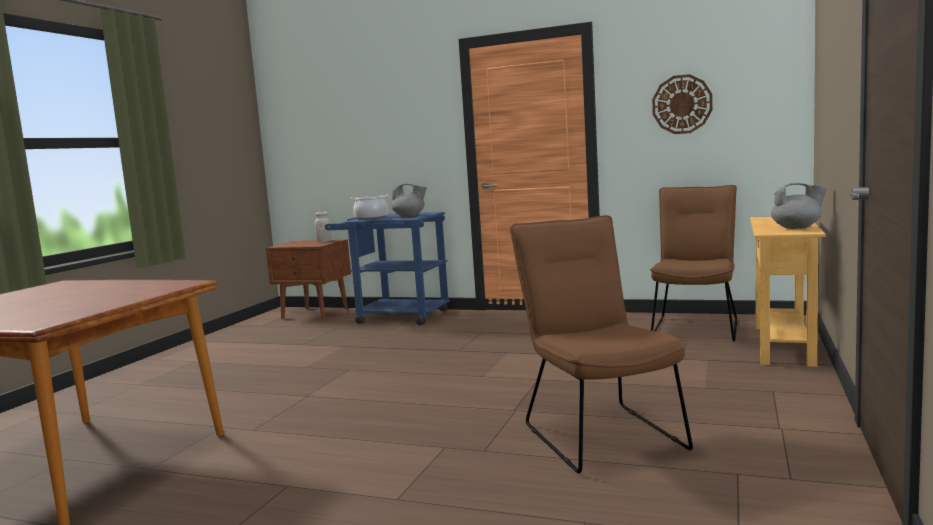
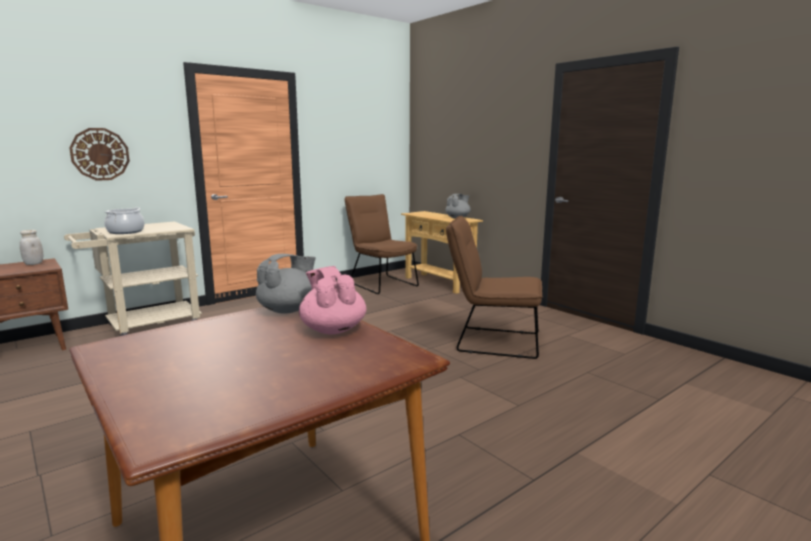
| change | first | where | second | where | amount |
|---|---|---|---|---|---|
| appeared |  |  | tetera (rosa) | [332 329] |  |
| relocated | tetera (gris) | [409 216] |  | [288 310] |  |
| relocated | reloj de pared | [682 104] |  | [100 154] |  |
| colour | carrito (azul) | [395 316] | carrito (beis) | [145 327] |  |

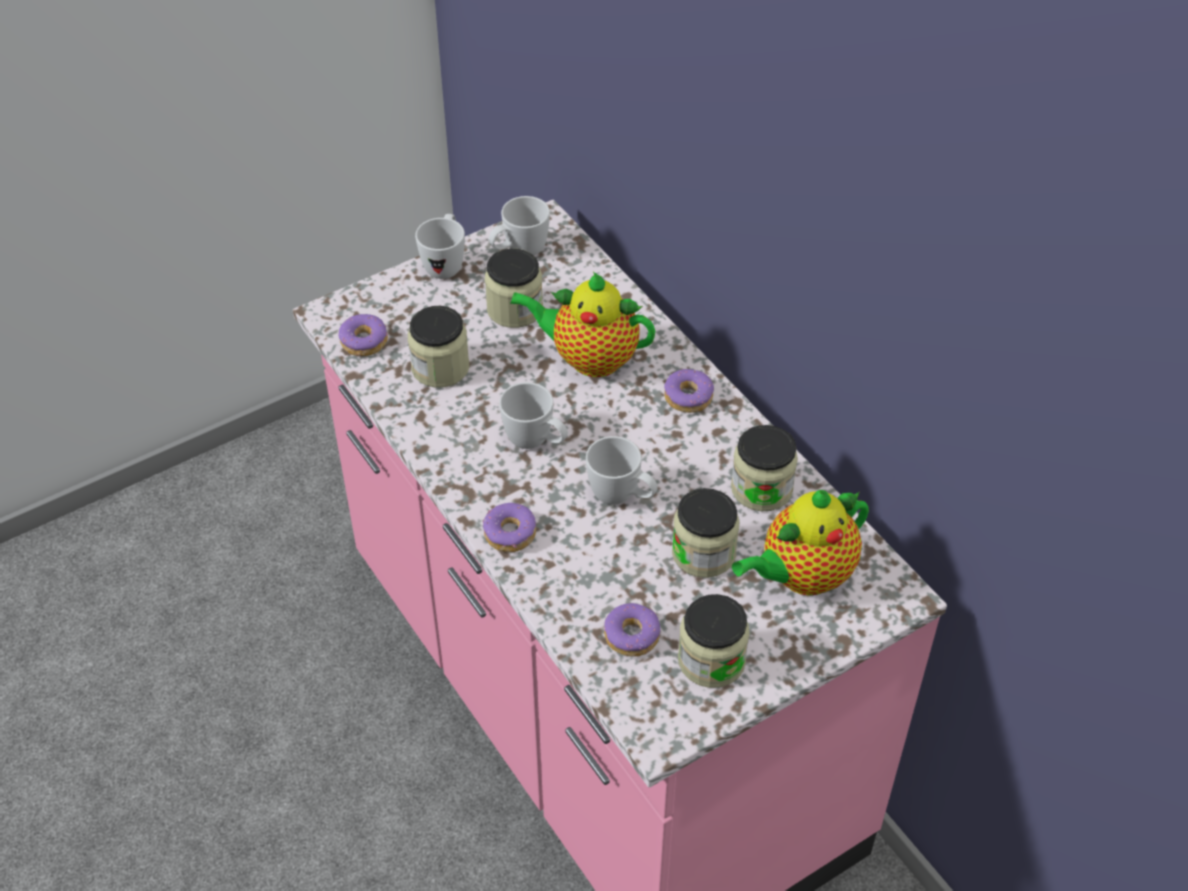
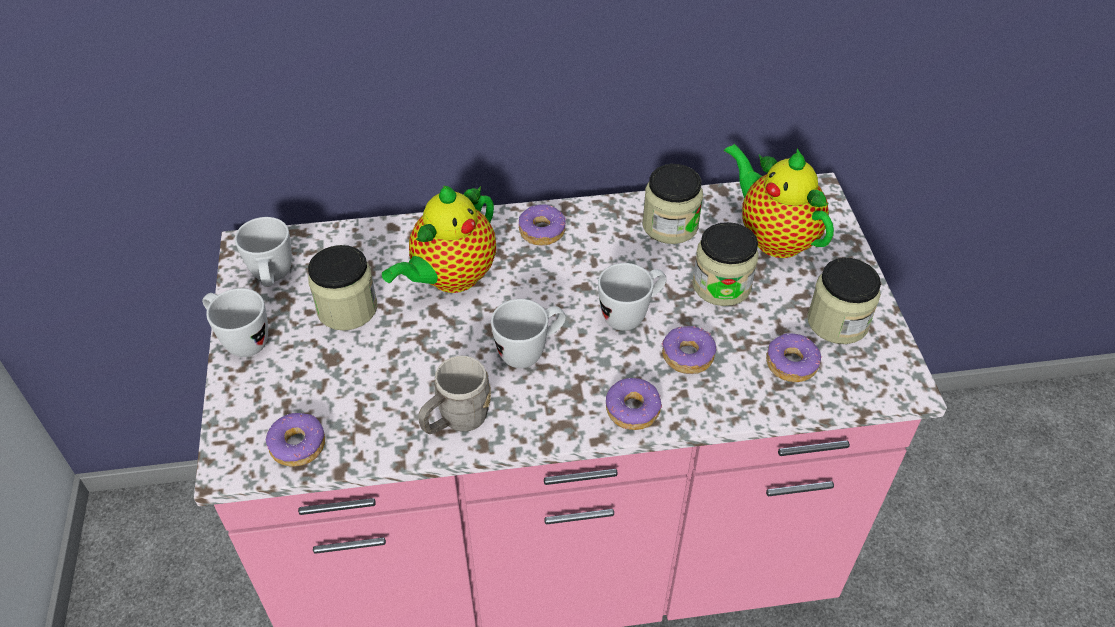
| change | first | where | second | where | amount |
|---|---|---|---|---|---|
| missing | tarro | [440 367] |  |  |  |
| appeared |  |  | taza grande (gris) | [456 421] |  |
| appeared |  |  | rosquilla | [687 356] |  |
| spun | tetera | [802 576] |  | [773 237] | 150 degrees clockwise |

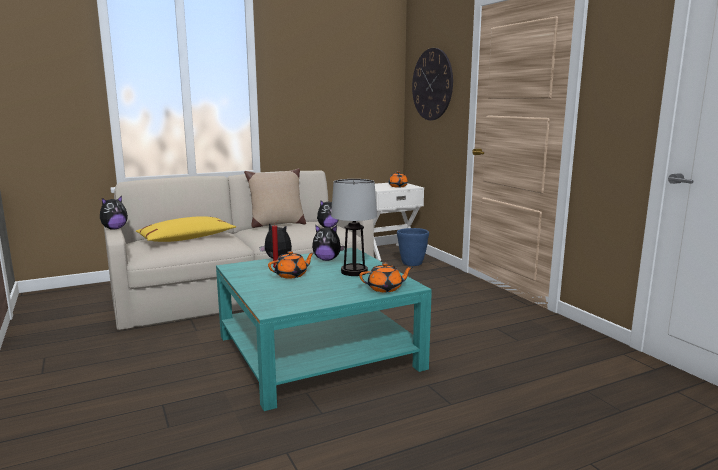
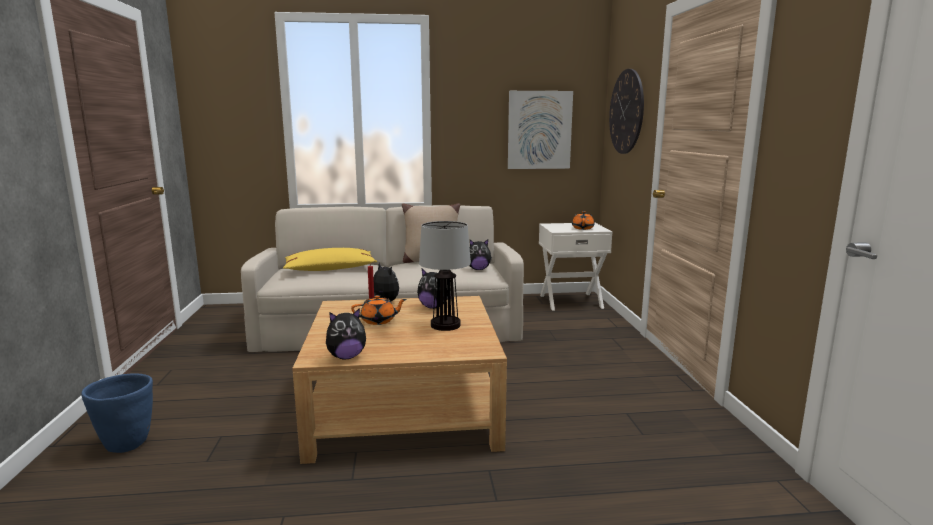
| change | first | where | second | where | amount |
|---|---|---|---|---|---|
| missing | tetera (naranja) | [385 288] |  |  |  |
| appeared |  |  | cuadro | [539 130] |  |
| relocated | peluche | [114 229] |  | [346 357] |  |
| relocated | maceta (azul) | [412 264] |  | [127 443] |  |
| colour | mesa de centro (turquesa) | [318 352] | mesa de centro (beis) | [404 407] |  |

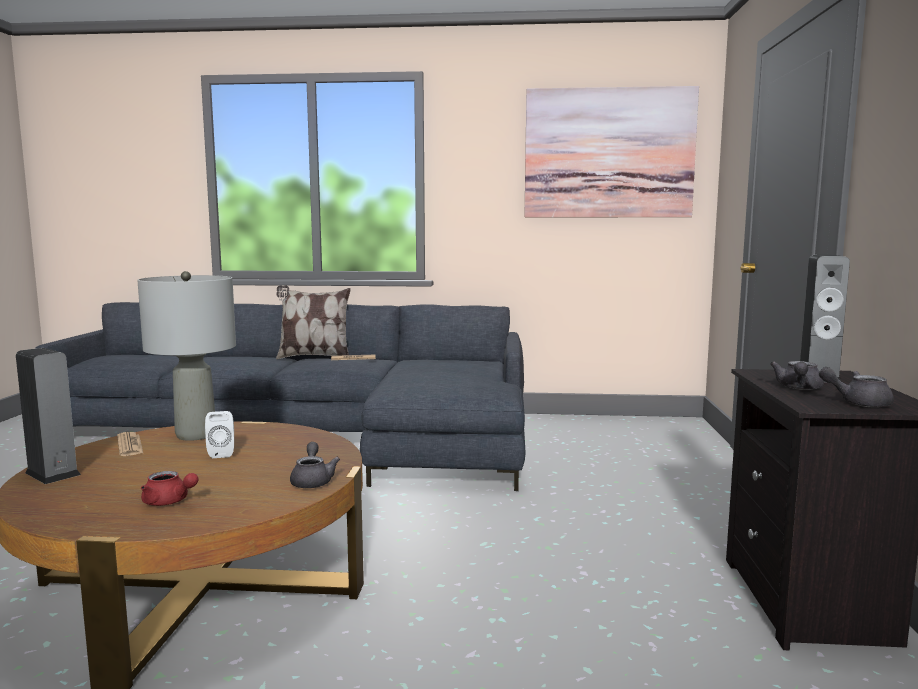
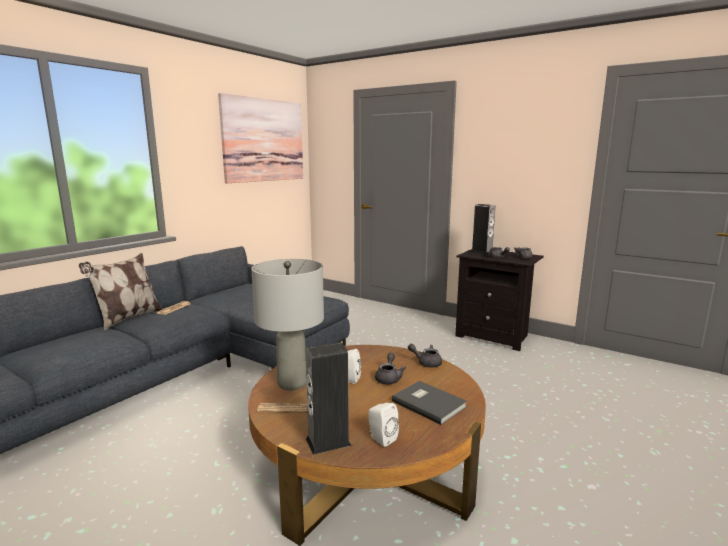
| change | first | where | second | where | amount |
|---|---|---|---|---|---|
| appeared |  |  | altavoz (blanco) | [381 438] |  |
| appeared |  |  | tetera (gris) | [389 378] |  |
| exchanged | tetera (rojo) | [169 502] | libro (gris) | [429 403] |  |

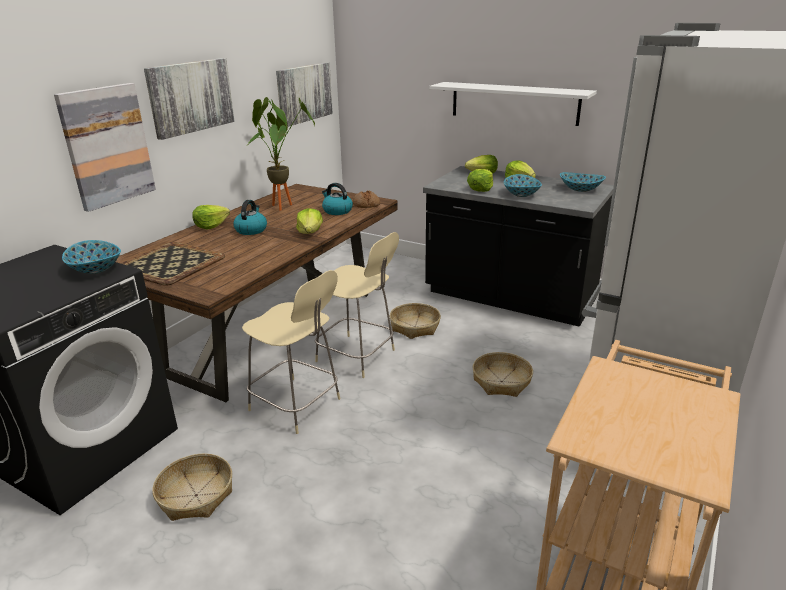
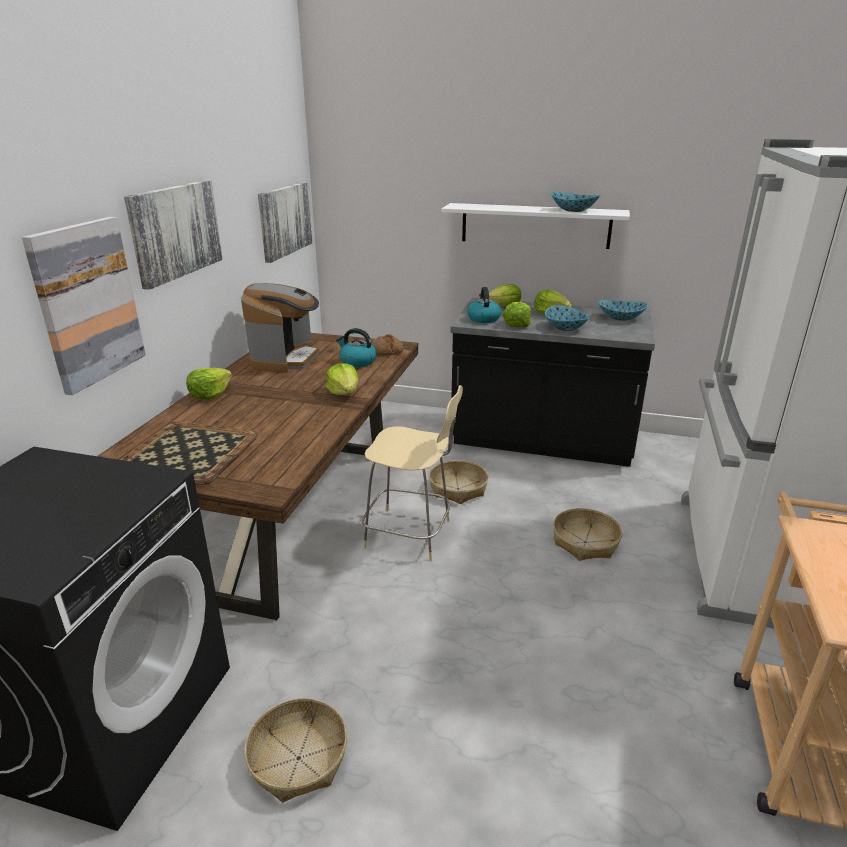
| change | first | where | second | where | amount |
|---|---|---|---|---|---|
| missing | silla (beis) | [297 406] |  |  |  |
| relocated | cuenco | [95 269] |  | [573 210] |  |
| relocated | hervidor | [251 230] |  | [483 319] |  |
| exchanged | planta en maceta | [283 205] | cafetera | [285 359] |  |

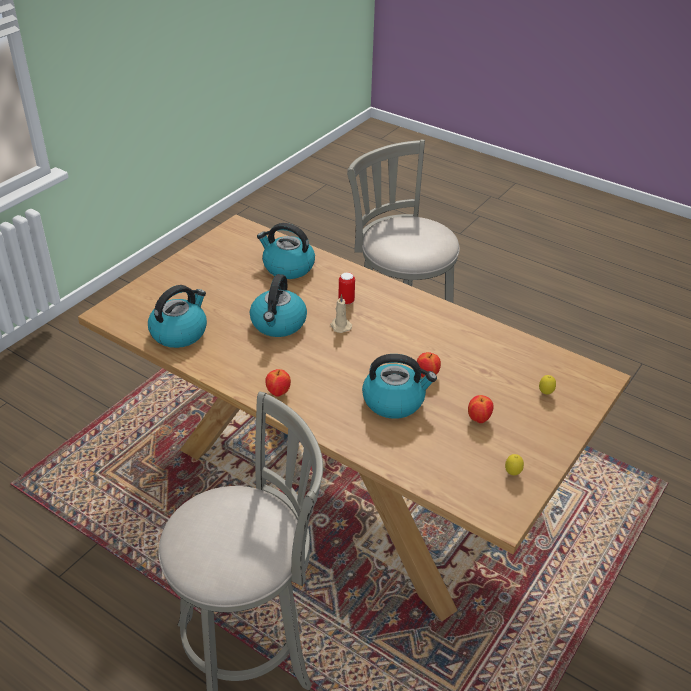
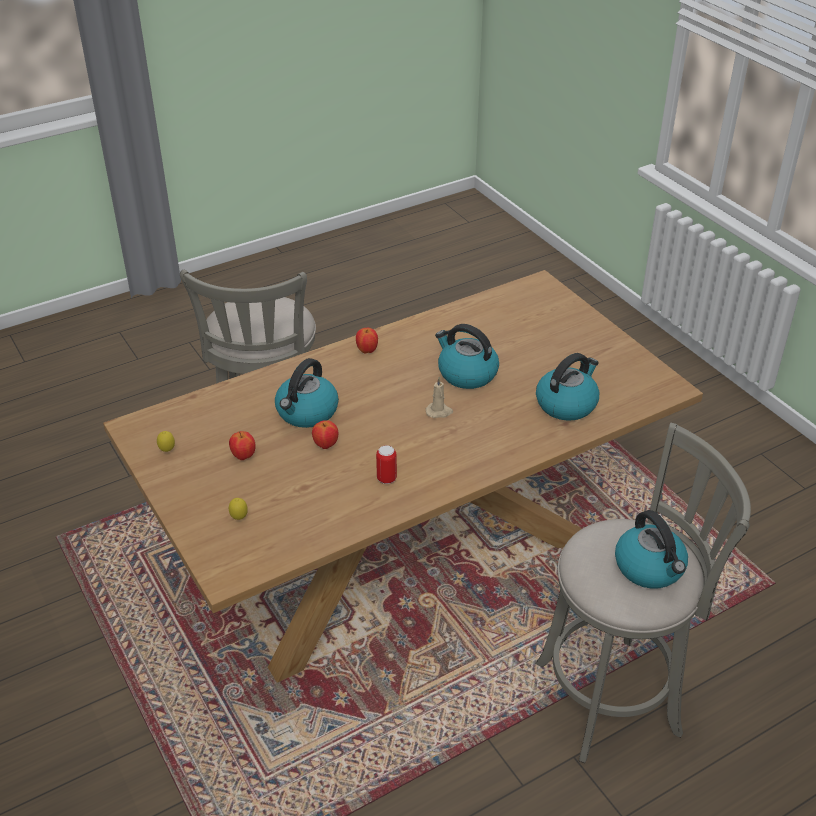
| change | first | where | second | where | amount |
|---|---|---|---|---|---|
| relocated | hervidor | [179 332] |  | [650 568] |  |
| relocated | lata | [346 301] |  | [386 478] |  |

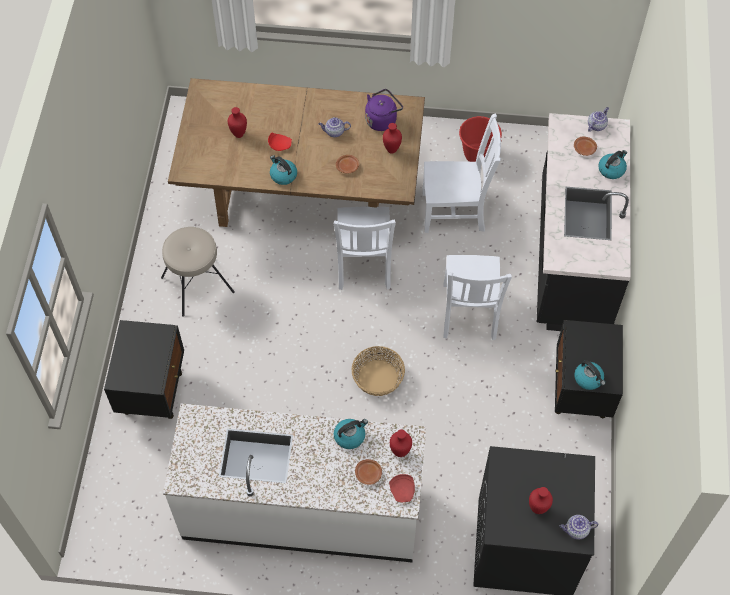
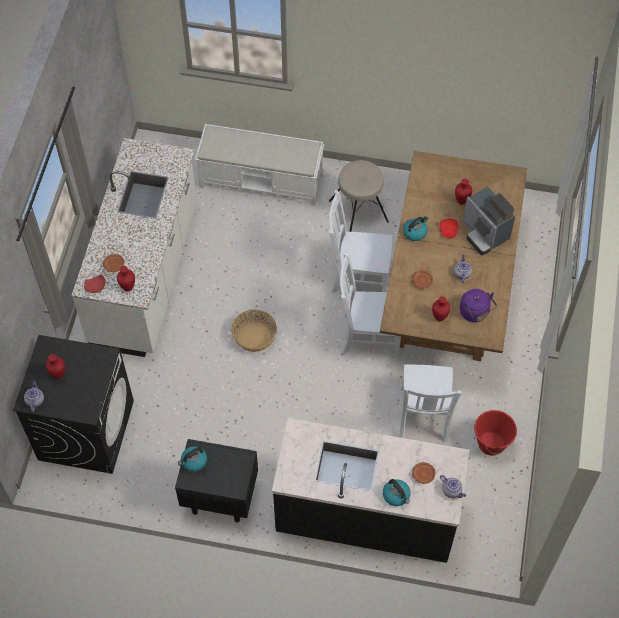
| change | first | where | second | where | amount |
|---|---|---|---|---|---|
| missing | hervidor | [350 436] |  |  |  |
| appeared |  |  | cafetera | [484 233] |  |
| relocated | silla (blanco) | [469 314] |  | [358 275] |  |
| exchanged | mesita de noche (negro) | [153 391] | banco (blanco) | [262 180] |  |

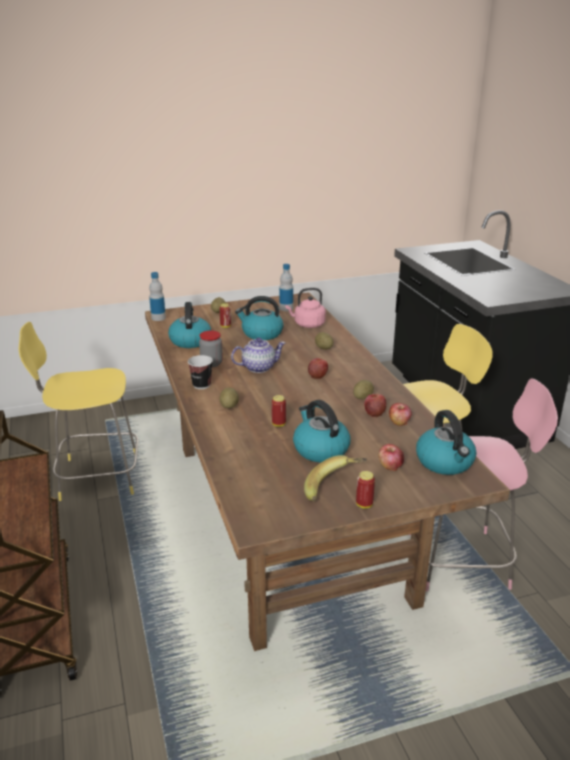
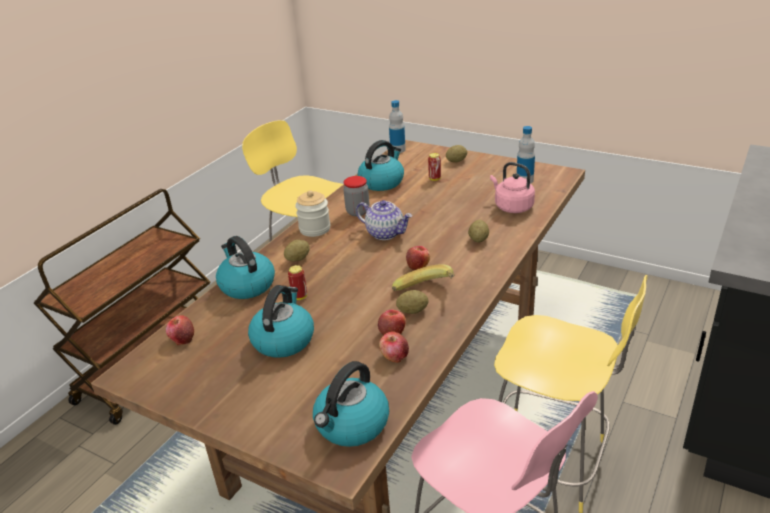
| change | first | where | second | where | amount |
|---|---|---|---|---|---|
| missing | lata | [364 504] |  |  |  |
| relocated | hervidor | [261 334] |  | [246 285] |  |
| relocated | plátano | [334 489] |  | [426 292] |  |
| relocated | manzana | [390 466] |  | [182 339] |  |
| exchanged | taza | [201 385] | tarro | [315 229] |  |

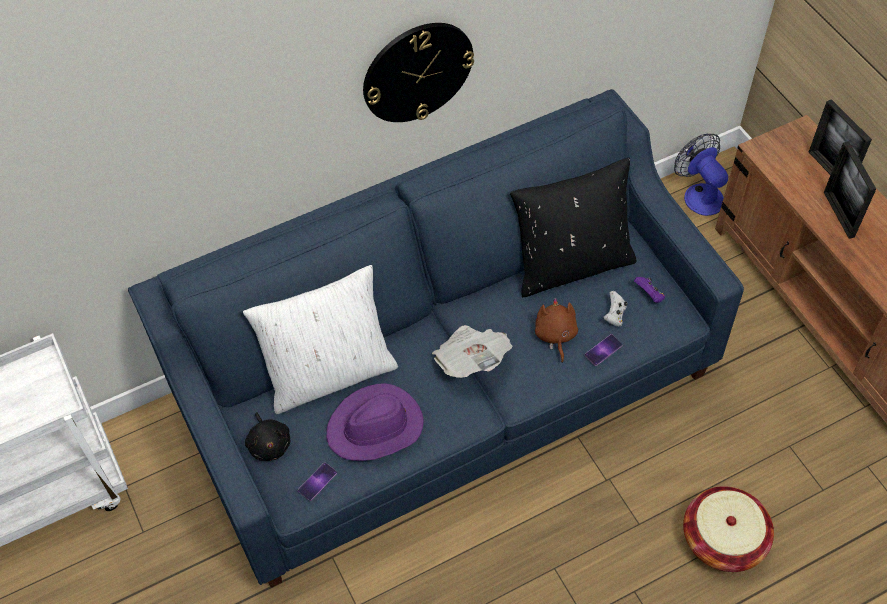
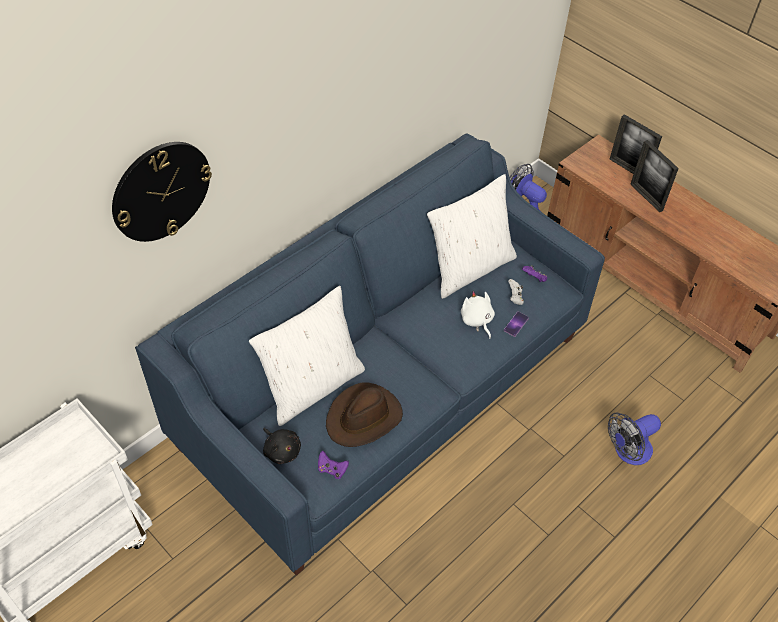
| change | first | where | second | where | amount |
|---|---|---|---|---|---|
| missing | periódico | [471 360] |  |  |  |
| relocated | reloj de pared | [417 72] |  | [161 191] |  |
| exchanged | móvil | [317 481] | mando de consola (morado) | [332 470] |  |
| exchanged | cesta | [723 539] | ventilador | [628 452] |  |
| colour | sombrero (morado) | [376 427] | sombrero (marrón) | [364 418] |  |
| colour | cojín (negro) | [571 264] | cojín (blanco) | [469 268] |  |
| colour | peluche (marrón) | [555 335] | peluche (blanco) | [477 321] |  |

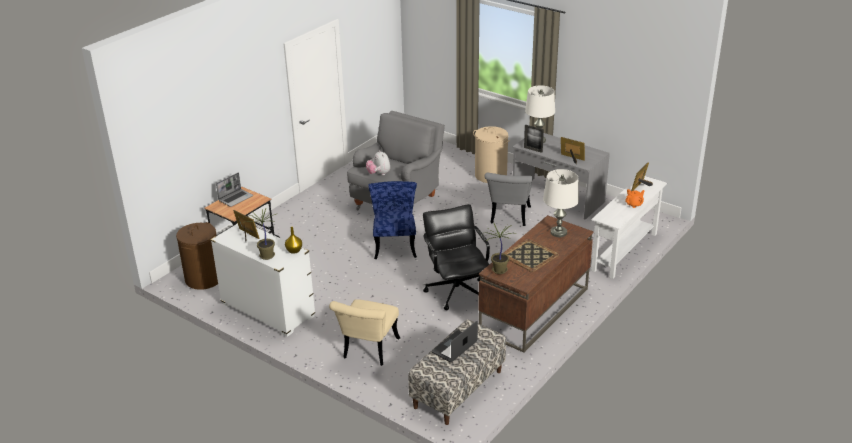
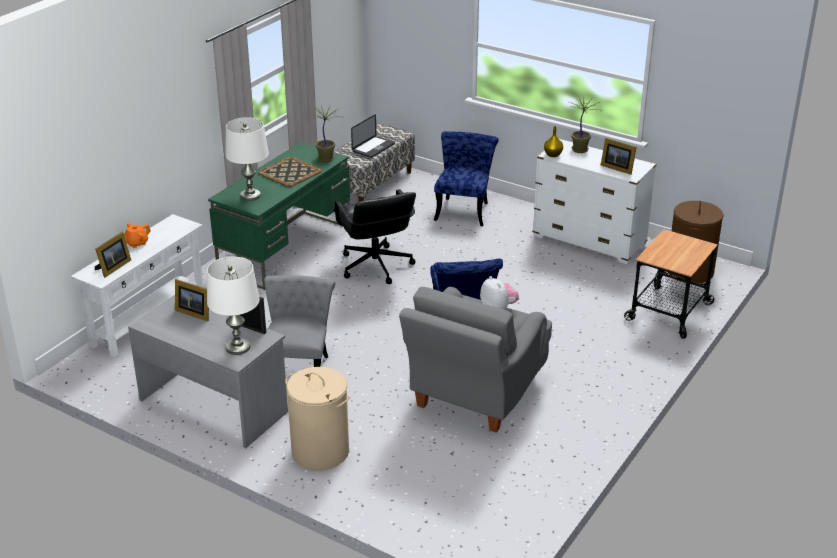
| change | first | where | second | where | amount |
|---|---|---|---|---|---|
| missing | portátil | [236 198] |  |  |  |
| colour | silla (beis) | [368 351] | silla (azul) | [464 209] |  |
| colour | escritorio (marrón) | [534 311] | escritorio (verde) | [286 249] |  |

